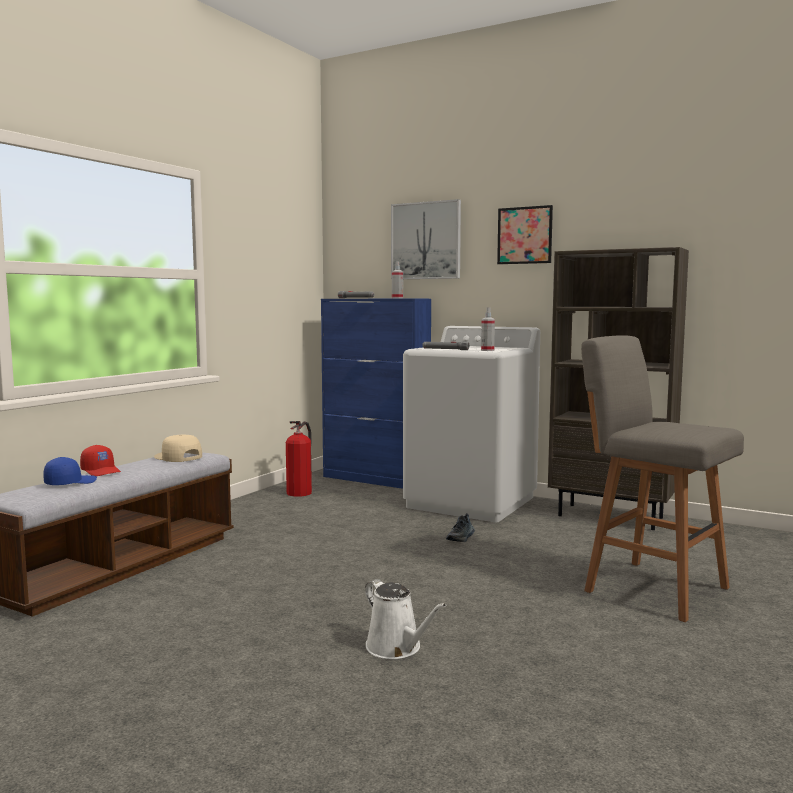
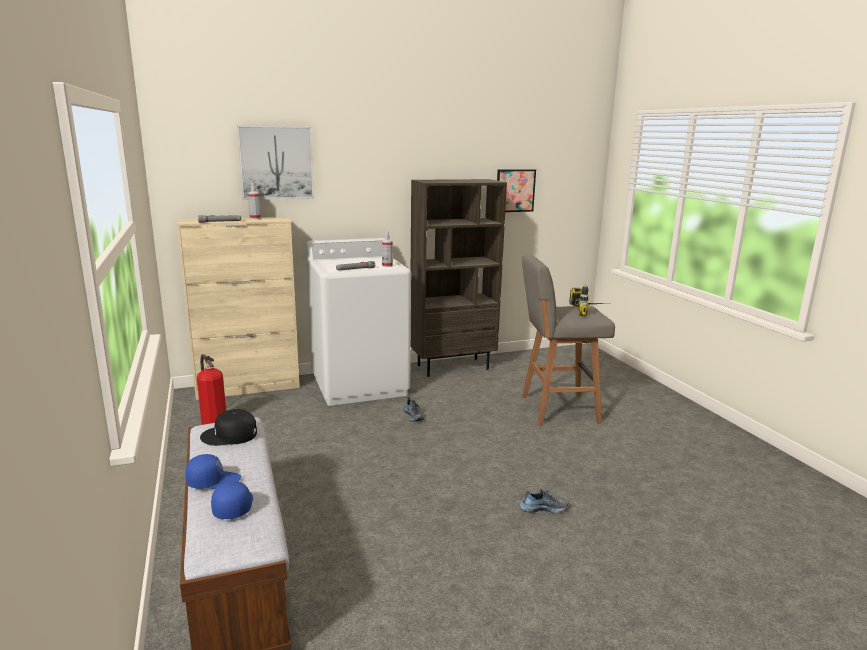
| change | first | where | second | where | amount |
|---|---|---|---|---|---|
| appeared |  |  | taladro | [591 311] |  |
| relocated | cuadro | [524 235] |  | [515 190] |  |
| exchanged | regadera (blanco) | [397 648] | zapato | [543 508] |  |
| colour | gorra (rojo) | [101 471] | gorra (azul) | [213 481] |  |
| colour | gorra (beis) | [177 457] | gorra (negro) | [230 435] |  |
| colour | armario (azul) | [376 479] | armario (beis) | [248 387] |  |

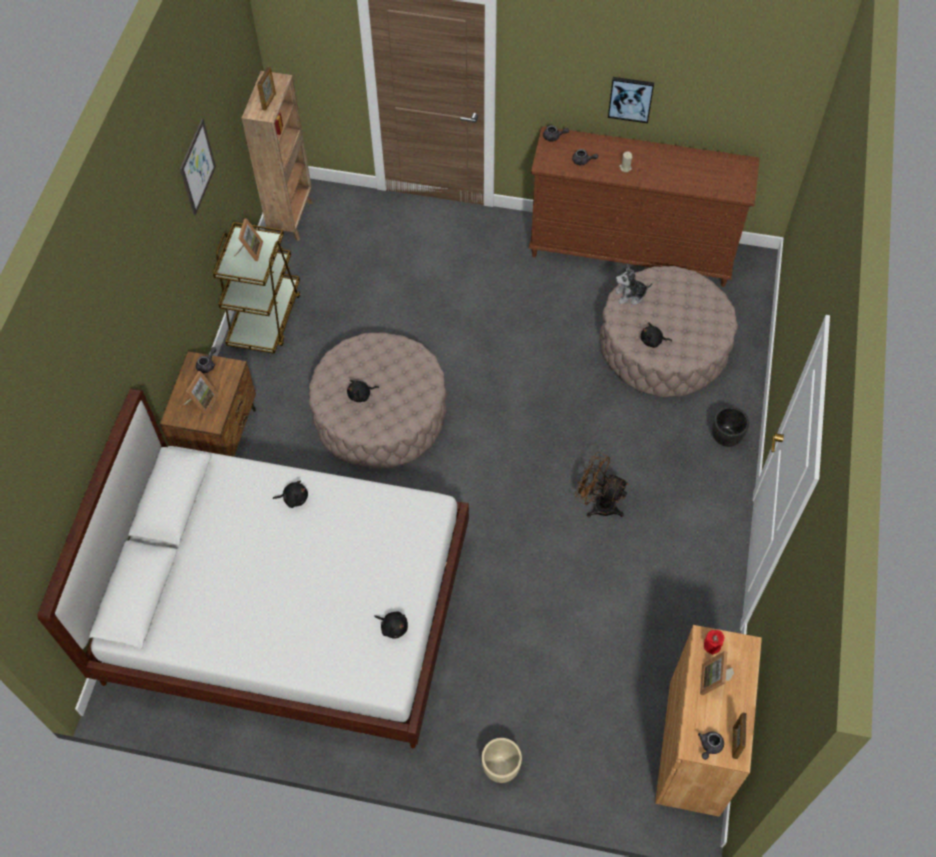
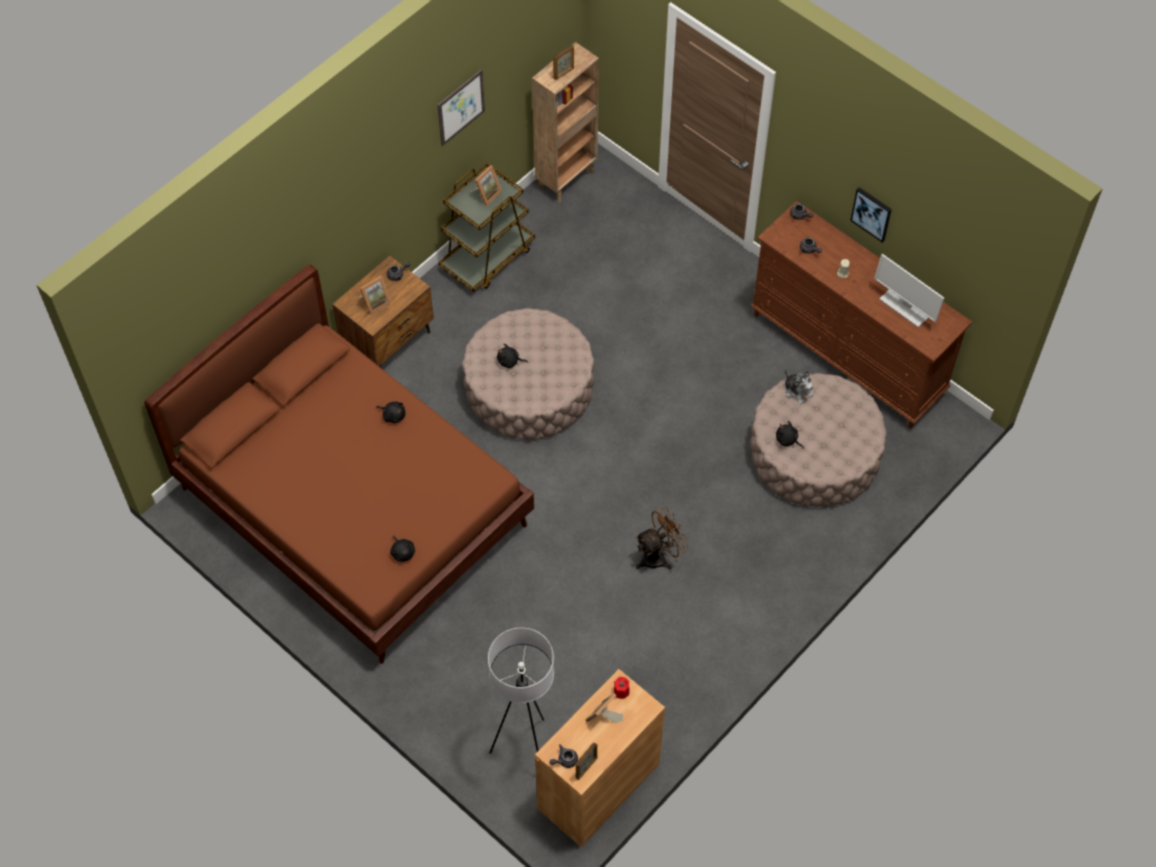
| change | first | where | second | where | amount |
|---|---|---|---|---|---|
| missing | maceta (beis) | [500 768] |  |  |  |
| missing | maceta (negro) | [725 437] |  |  |  |
| appeared |  |  | lámpara de pie (blanco) | [526 750] |  |
| appeared |  |  | monitor | [905 306] |  |
| colour | cama (blanco) | [288 609] | cama (marrón) | [354 506] |  |
| spun | ventilador (marrón) | [598 504] |  | [659 556] | 90 degrees clockwise |
| spun | peluche | [630 295] |  | [797 391] | 150 degrees counterclockwise |

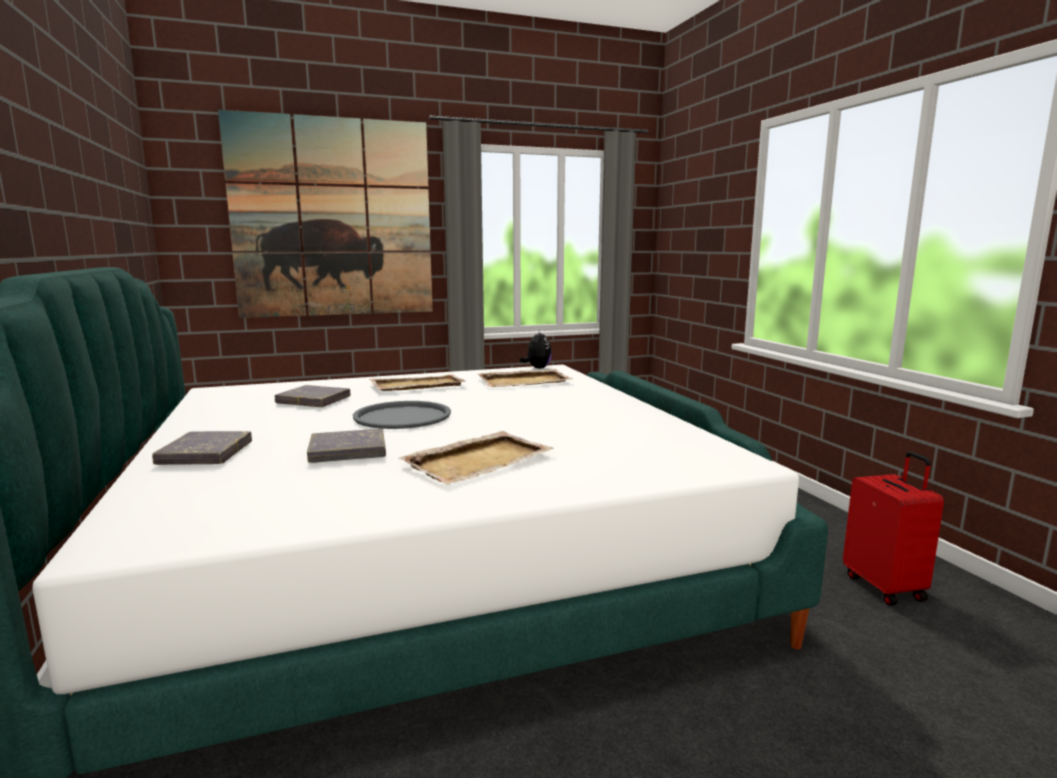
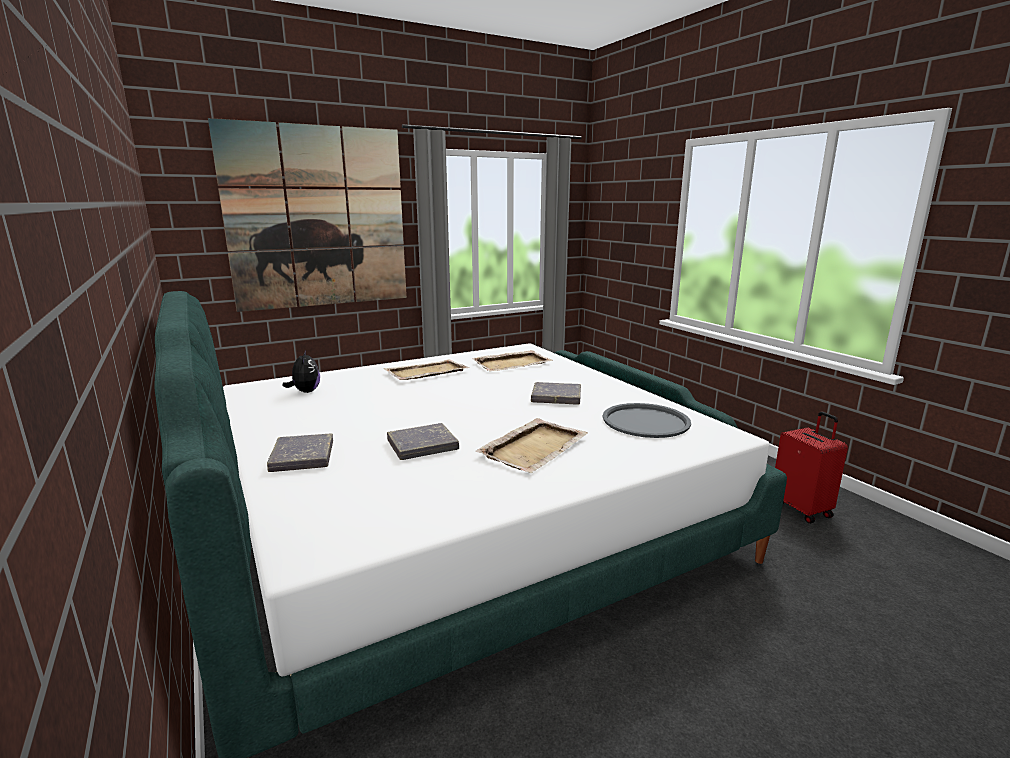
| change | first | where | second | where | amount |
|---|---|---|---|---|---|
| relocated | libro (gris) | [313 401] |  | [556 397] |  |
| relocated | bandeja (gris) | [402 416] |  | [646 421] |  |
| relocated | peluche | [537 368] |  | [305 391] |  |

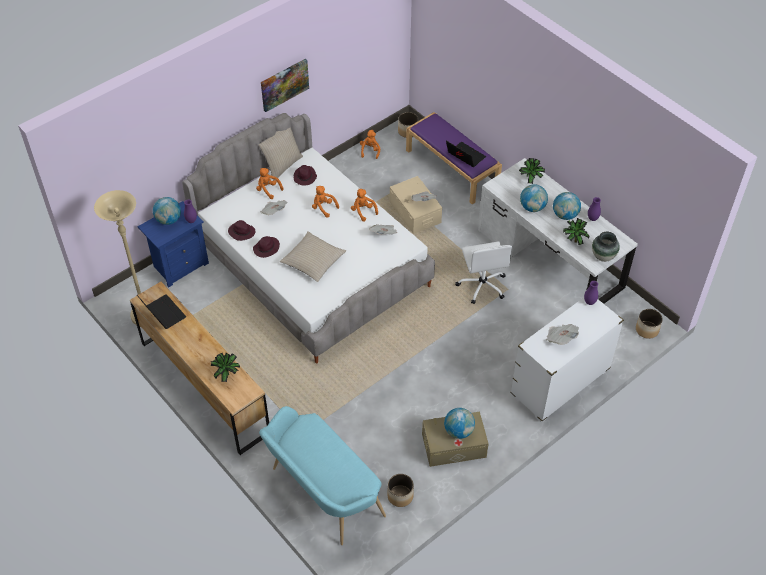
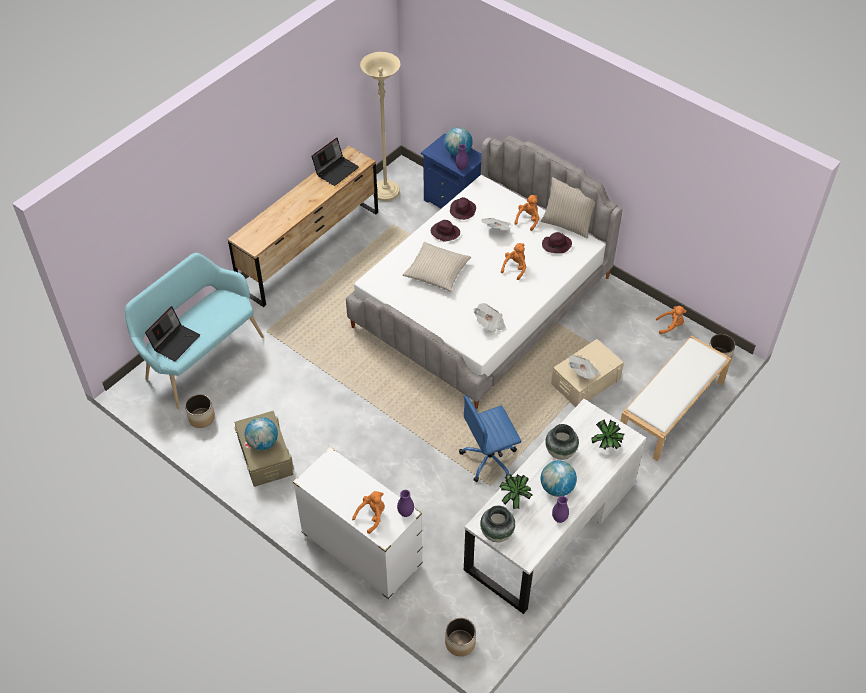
| change | first | where | second | where | amount |
|---|---|---|---|---|---|
| missing | planta en maceta | [226 375] |  |  |  |
| missing | cuadro | [284 84] |  |  |  |
| missing | periódico | [560 338] |  |  |  |
| relocated | peluche (naranja) | [363 211] |  | [372 516] |  |
| relocated | portátil | [464 156] |  | [175 341] |  |
| exchanged | globo terráqueo | [532 207] | florero | [560 452] |  |
| colour | banco (morado) | [452 168] | banco (blanco) | [671 409] |  |
| colour | silla de oficina (blanco) | [482 285] | silla de oficina (azul) | [490 459] |  |

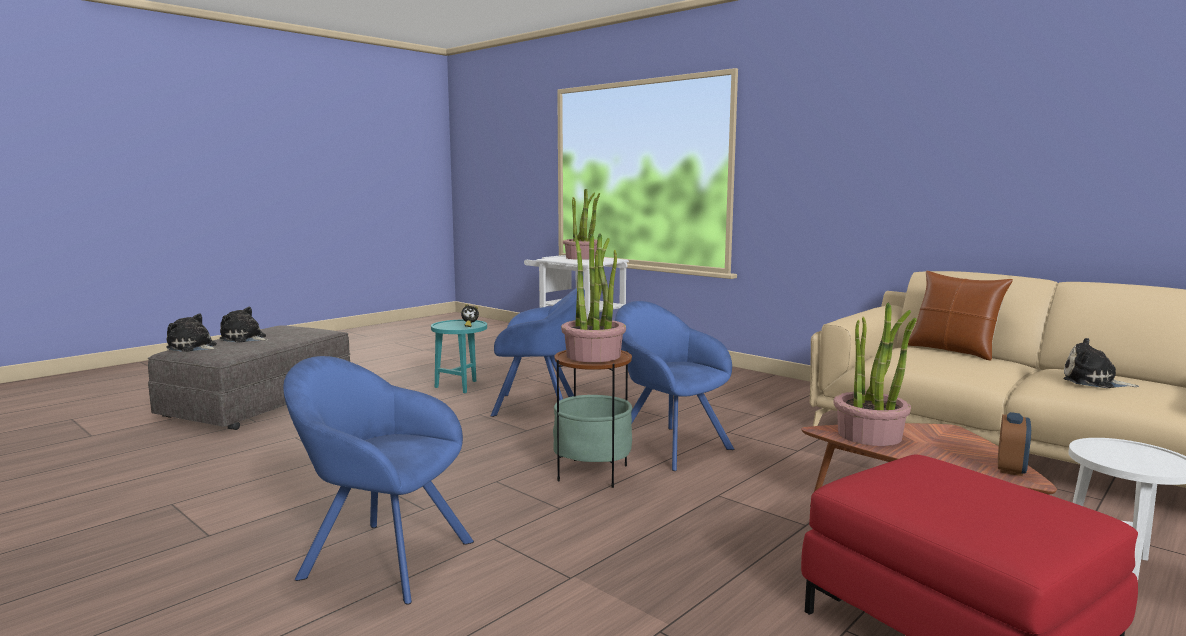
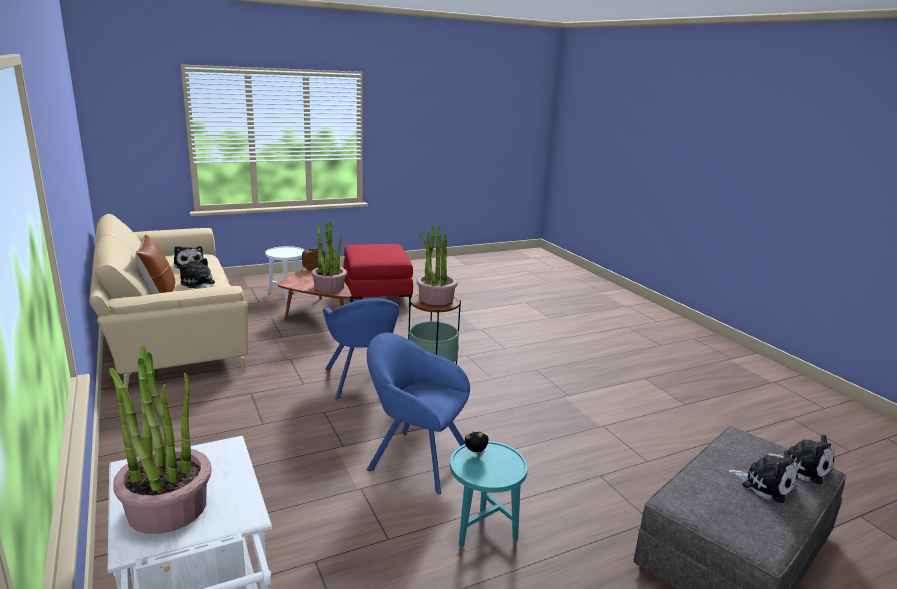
| change | first | where | second | where | amount |
|---|---|---|---|---|---|
| missing | sillón (azul) | [380 557] |  |  |  |
| appeared |  |  | peluche | [198 283] |  |

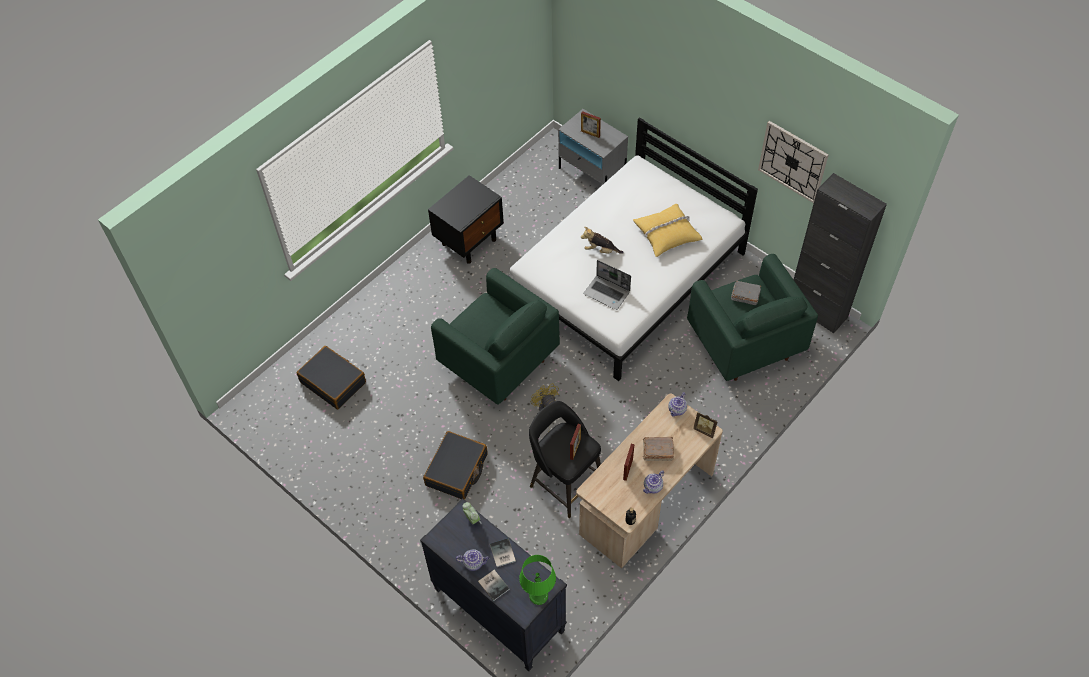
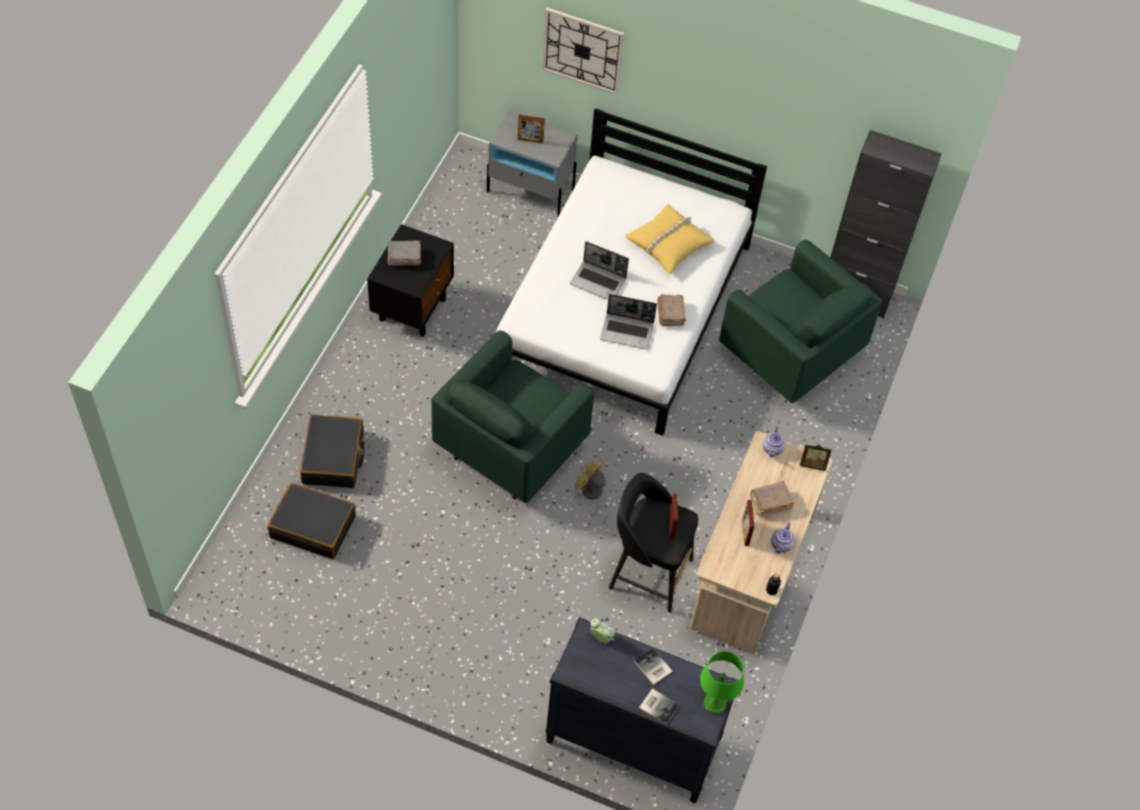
| change | first | where | second | where | amount |
|---|---|---|---|---|---|
| missing | tetera | [474 563] |  |  |  |
| appeared |  |  | libro (marrón) | [670 314] |  |
| relocated | maleta (negro) | [457 470] |  | [333 458] |  |
| relocated | libro (gris) | [744 296] |  | [404 257] |  |
| relocated | reloj de pared | [792 161] |  | [582 50] |  |
| exchanged | peluche | [600 250] | portátil | [599 281] |  |
| spun | sillón (verde) | [498 362] |  | [510 449] | 105 degrees clockwise |

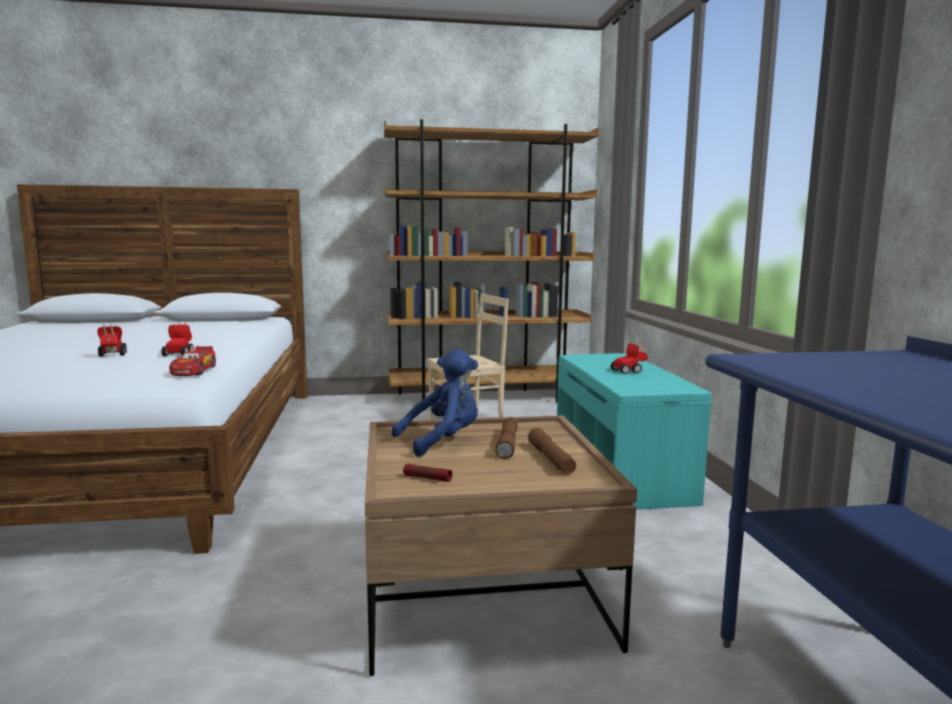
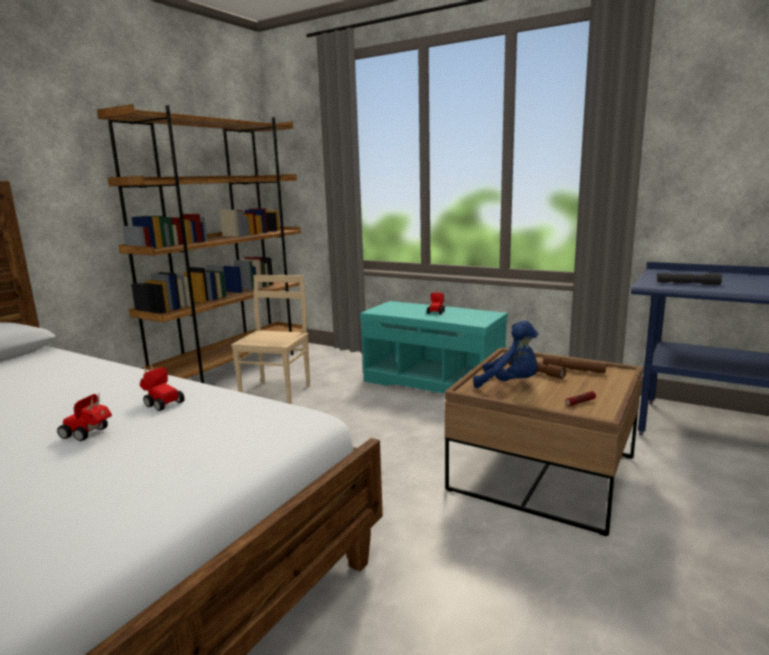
| change | first | where | second | where | amount |
|---|---|---|---|---|---|
| missing | coche de juguete | [194 371] |  |  |  |
| appeared |  |  | linterna (gris) | [687 283] |  |
| spun | peluche (azul) | [442 441] |  | [510 384] | 105 degrees clockwise |

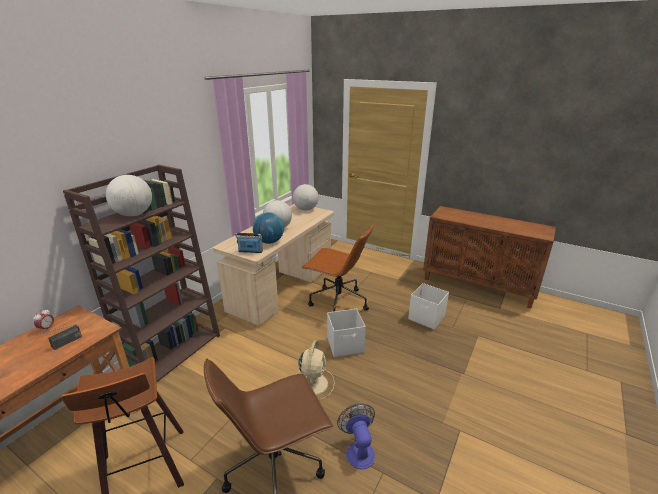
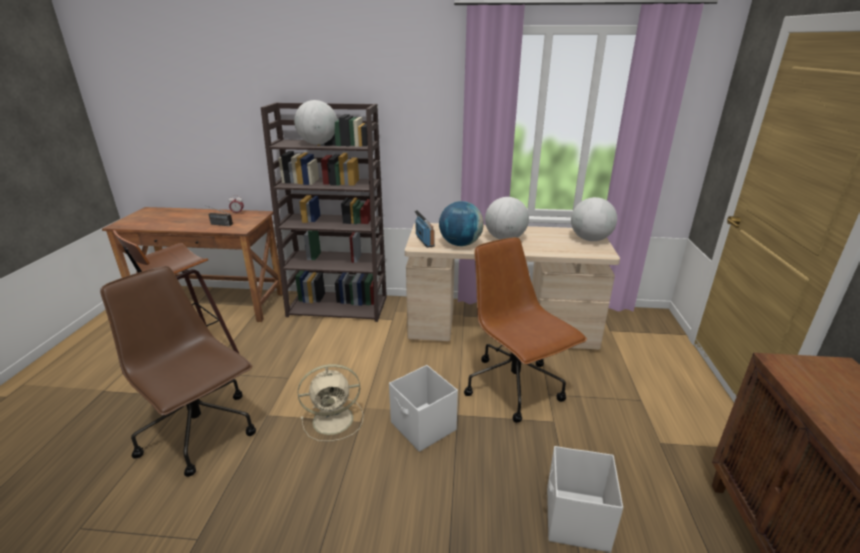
| change | first | where | second | where | amount |
|---|---|---|---|---|---|
| missing | ventilador | [358 449] |  |  |  |
| spun | silla de oficina (marrón) | [337 302] |  | [515 388] | 150 degrees clockwise |

